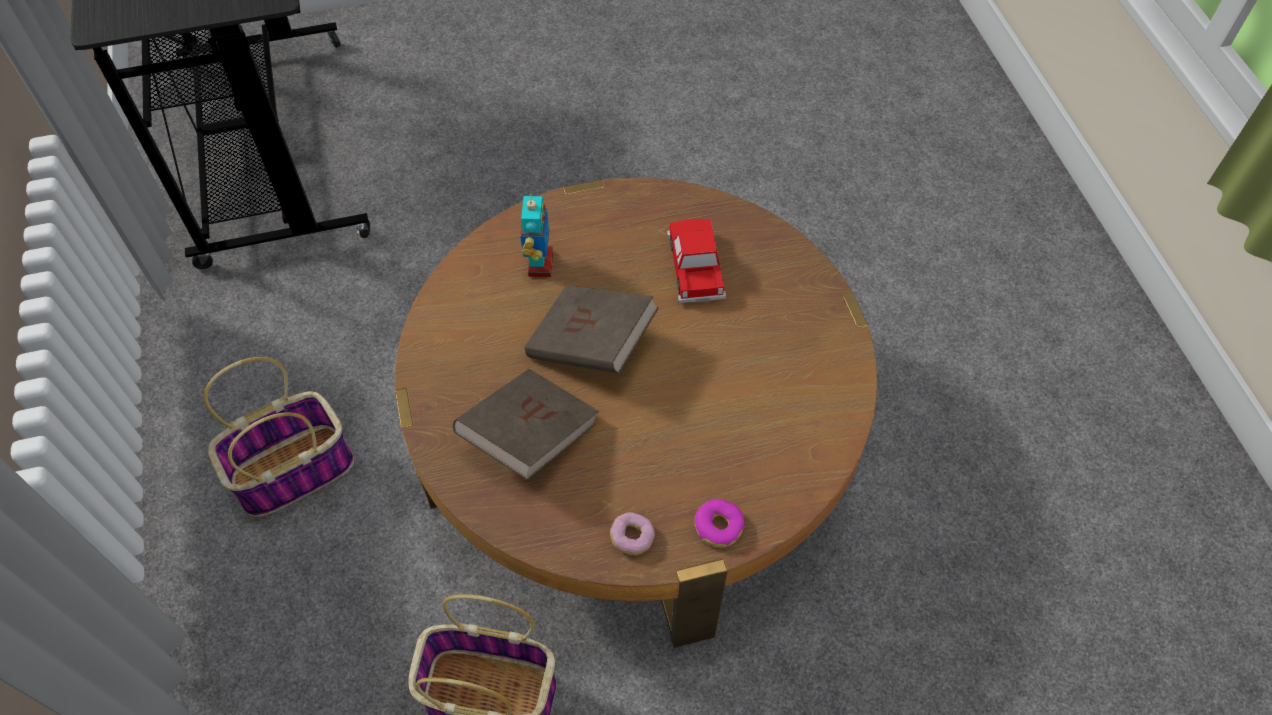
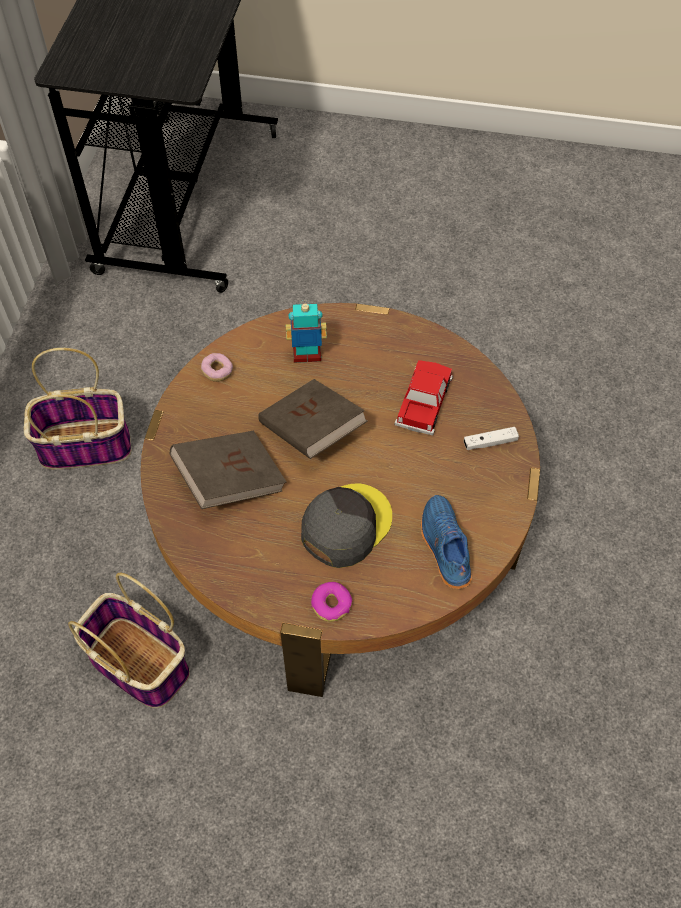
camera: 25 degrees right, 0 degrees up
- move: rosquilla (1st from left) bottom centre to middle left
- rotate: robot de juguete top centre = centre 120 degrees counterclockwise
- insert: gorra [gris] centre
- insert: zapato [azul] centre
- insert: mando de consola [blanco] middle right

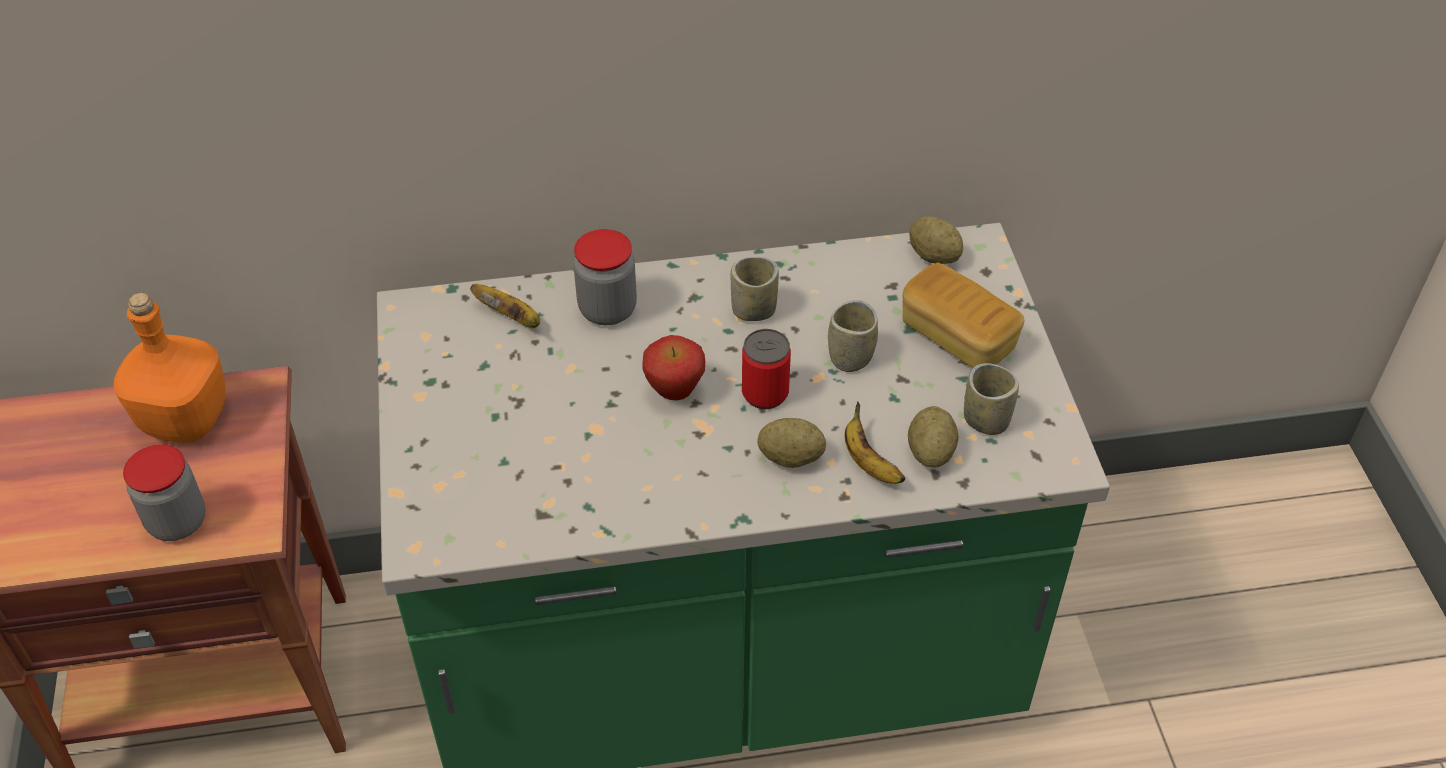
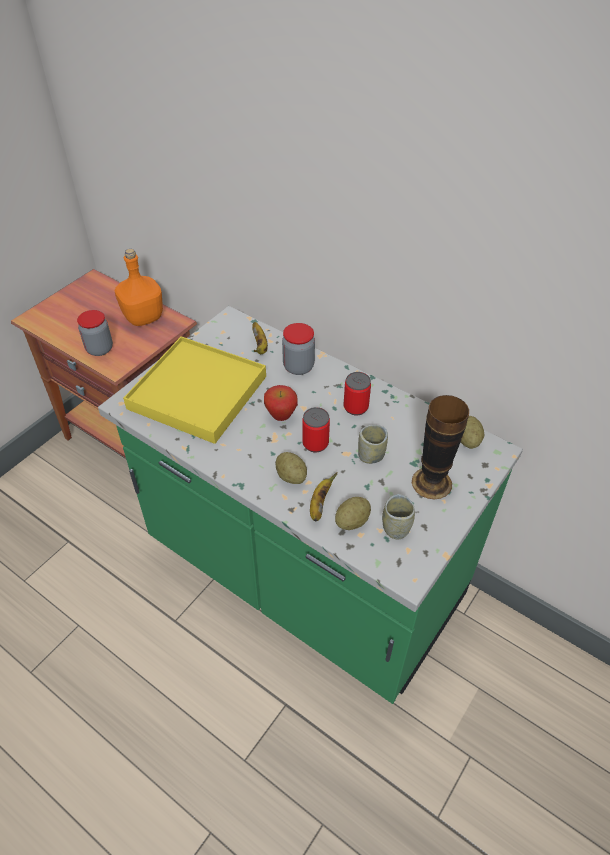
camera: 45 degrees right, 0 degrees up
- insert: bandeja [amarillo] middle left
- replace: taza (1st from left) centre to lata (2nd from left) centre
- replace: pan centre to florero middle right

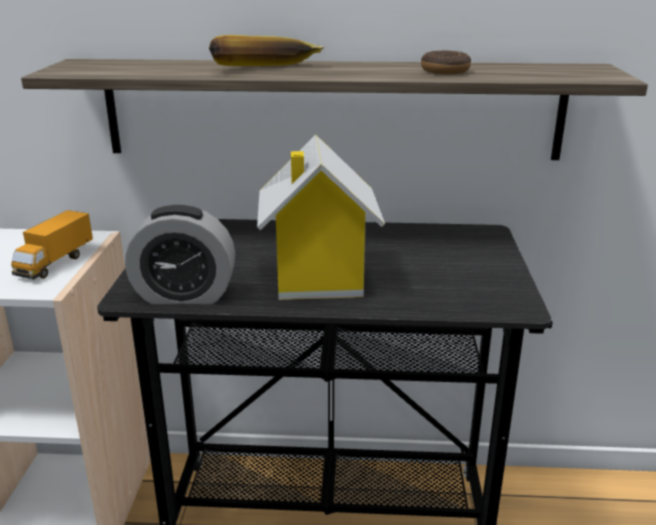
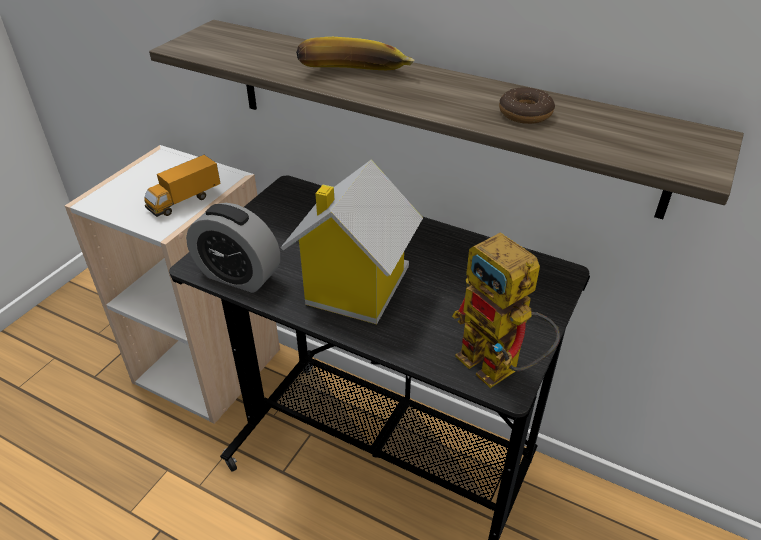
camera: 25 degrees right, 15 degrees up
- insert: robot de juguete centre

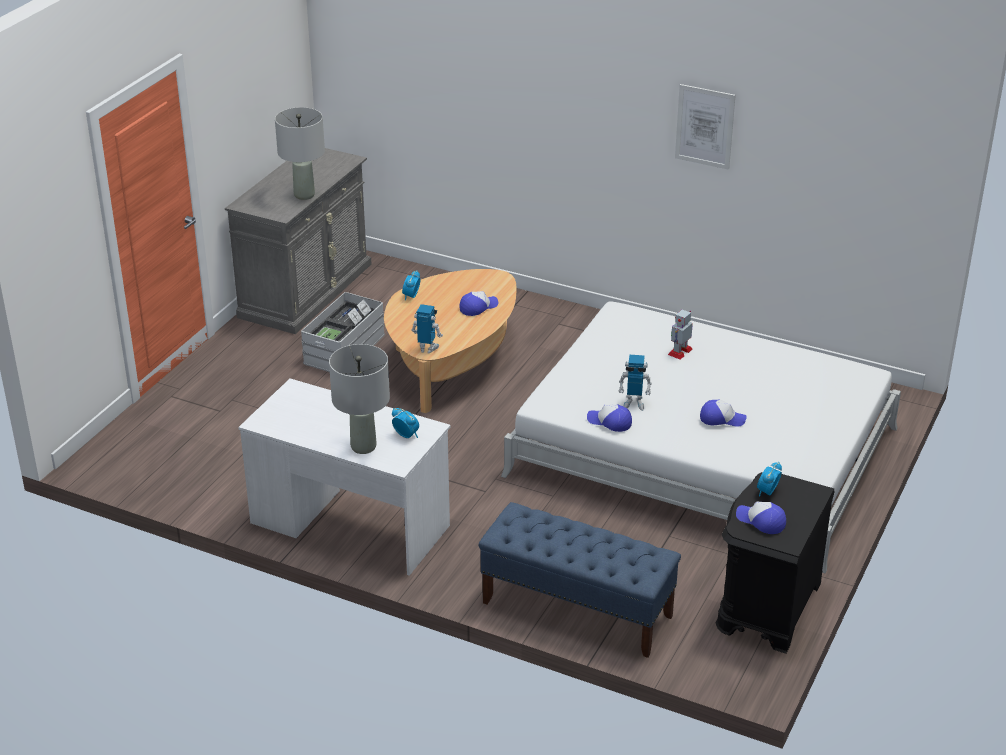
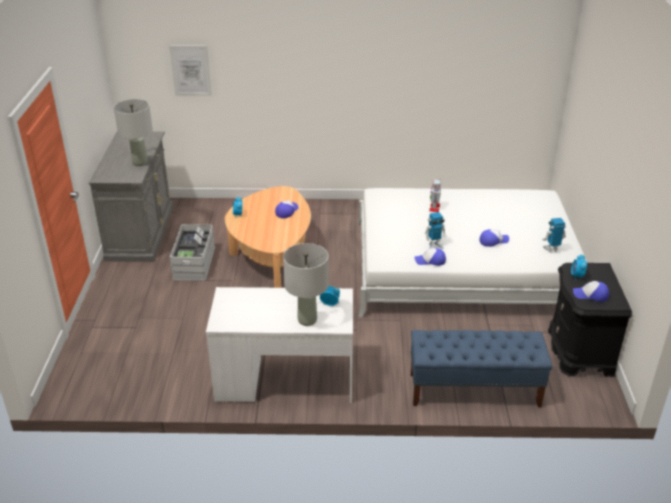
camera: 25 degrees left, 0 degrees up
- move: cuadro top right to top left
- move: robot de juguete (1st from left in the first image) centre to robot de juguete (3rd from left) middle right

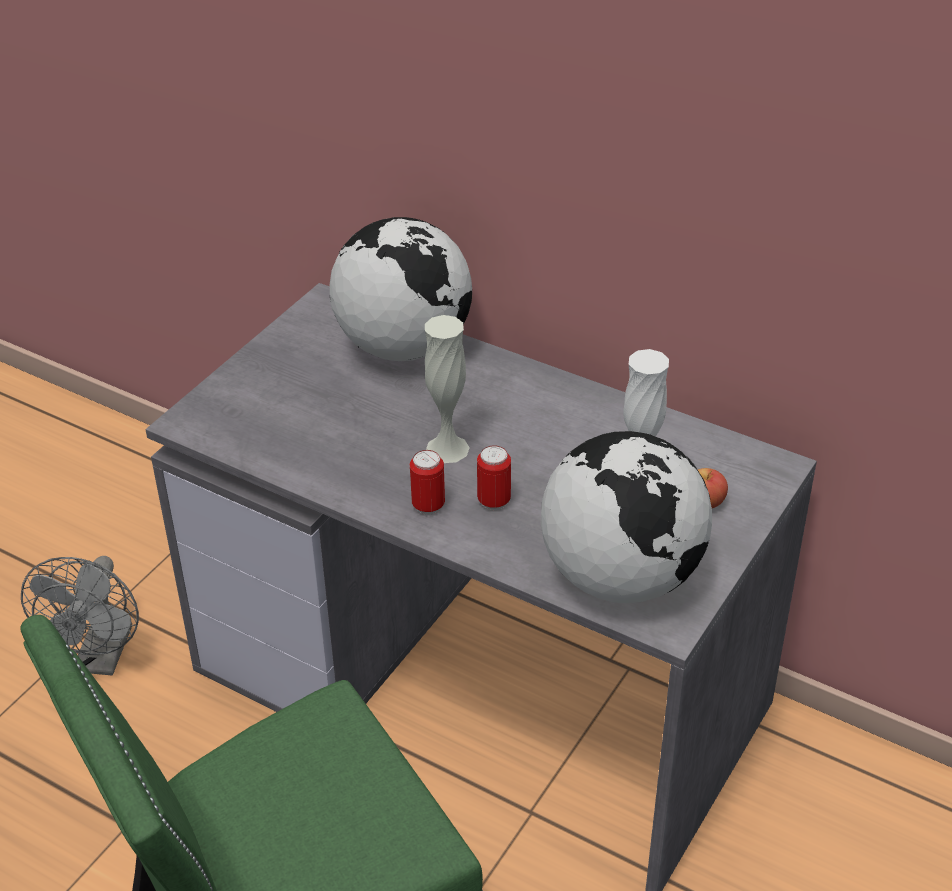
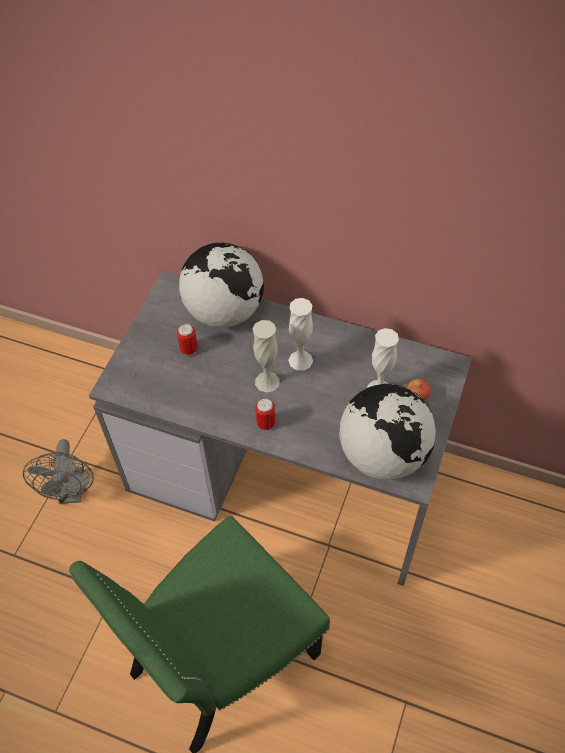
camera: 10 degrees left, 15 degrees up
- move: lata (2nd from left in the first image) centre to lata (1st from left) middle left
- insert: florero [blanco] (2nd from left) centre

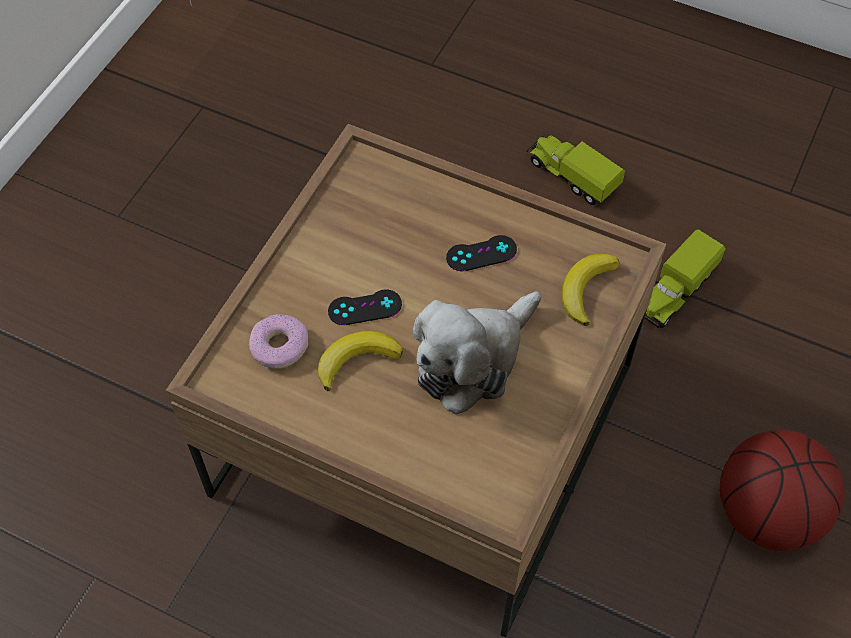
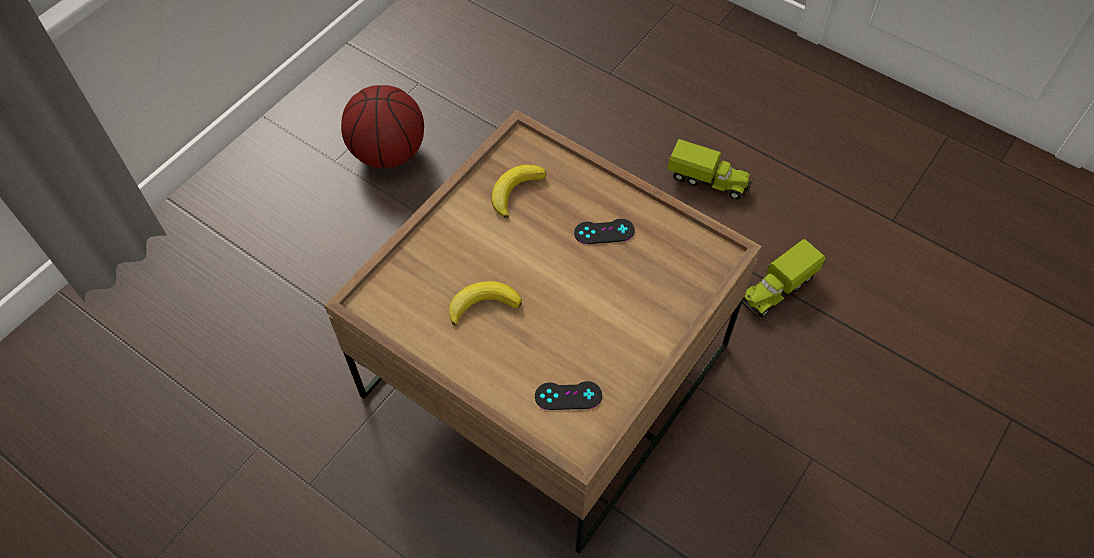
camera: 10 degrees right, 0 degrees up
- move: balón de baloncesto bottom right to top centre
- move: plátano (2nd from left) middle right to centre
- move: mando de consola [negro] (1st from left) centre to bottom centre
- rotate: camión de juguete (1st from left) top right = top centre 150 degrees clockwise
- delete: rosquilla middle left
- delete: peluche centre

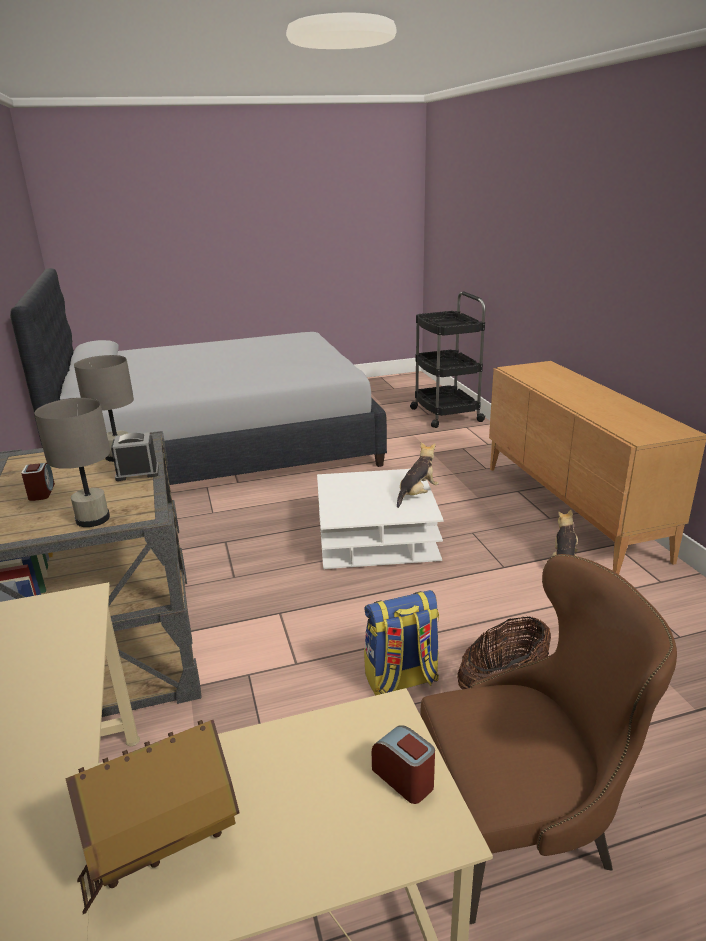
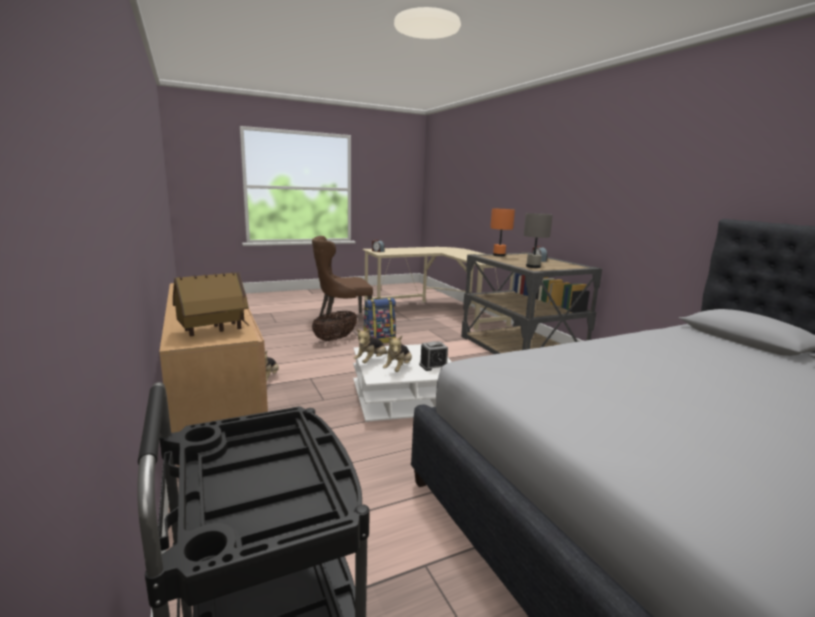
camera: 170 degrees right, 10 degrees down
- move: casita bottom left to middle left
- insert: peluche (3rd from left) centre
- move: despertador (2nd from left) middle left to centre
- recolor: lámpara de mesa [gris] (1st from left) middle left to lámpara de mesa [naranja] centre

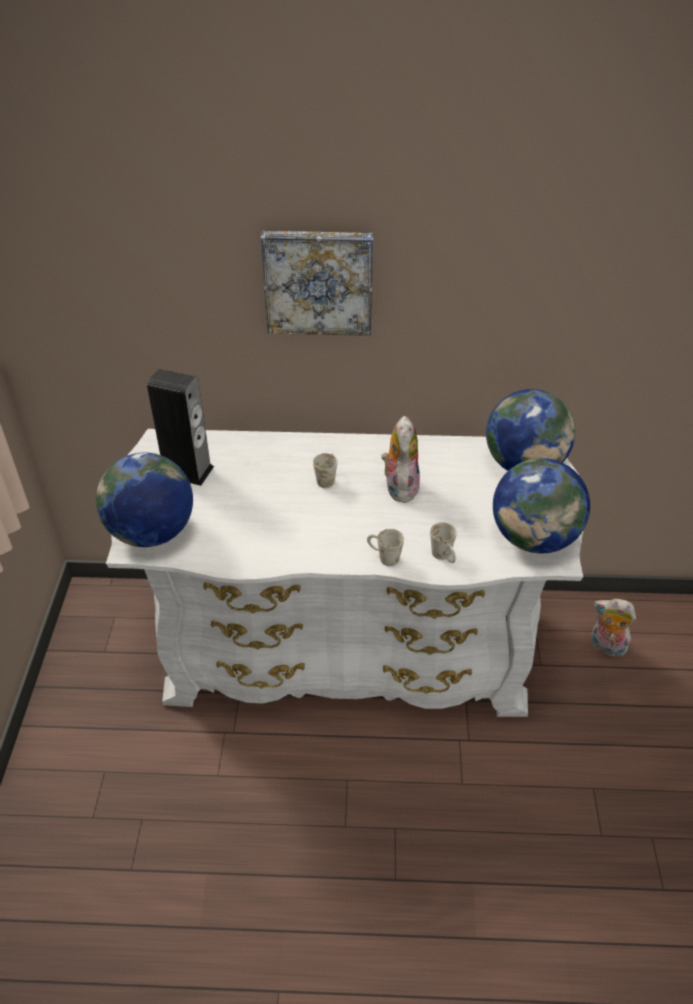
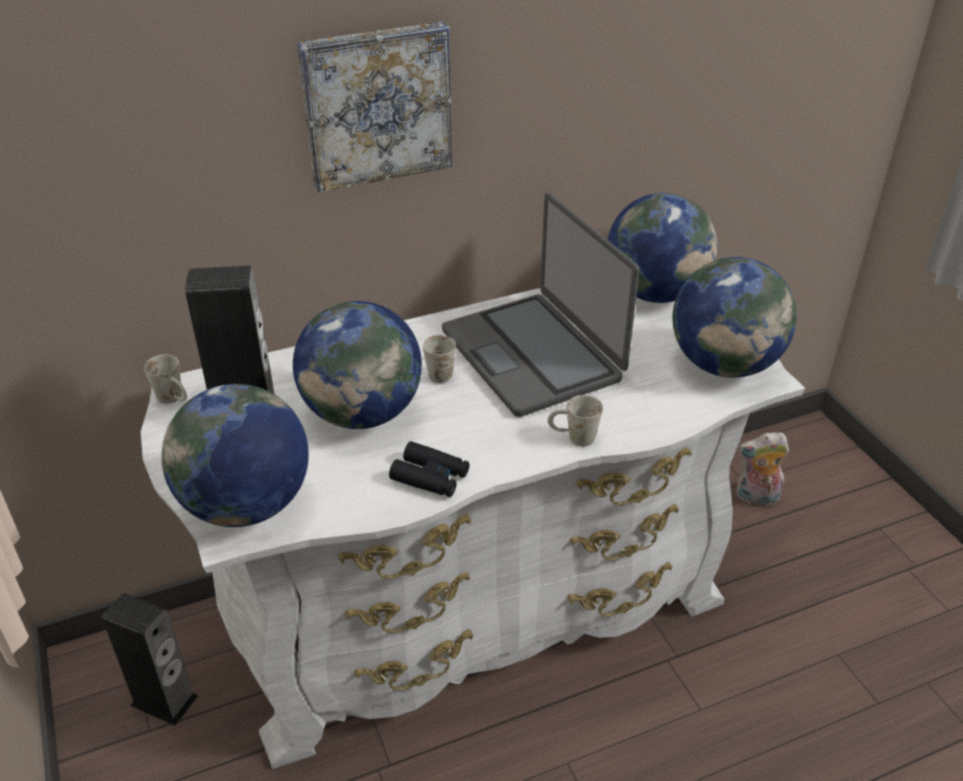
camera: 25 degrees left, 5 degrees down
- insert: altavoz (1st from left) bottom left
- move: taza grande [blanco] (3rd from left in the first image) centre to taza grande [blanco] (1st from left) middle left
- insert: globo terráqueo (2nd from left) centre
- insert: prismáticos [negro] centre
- replace: peluche (1st from left) centre to portátil centre

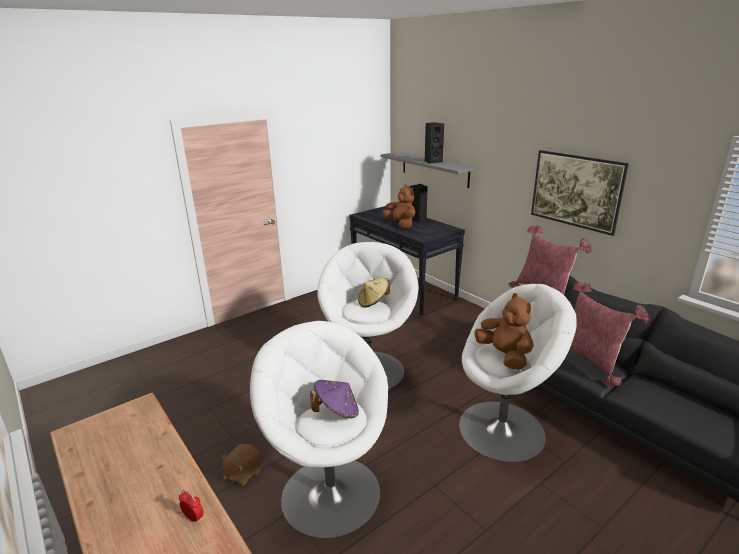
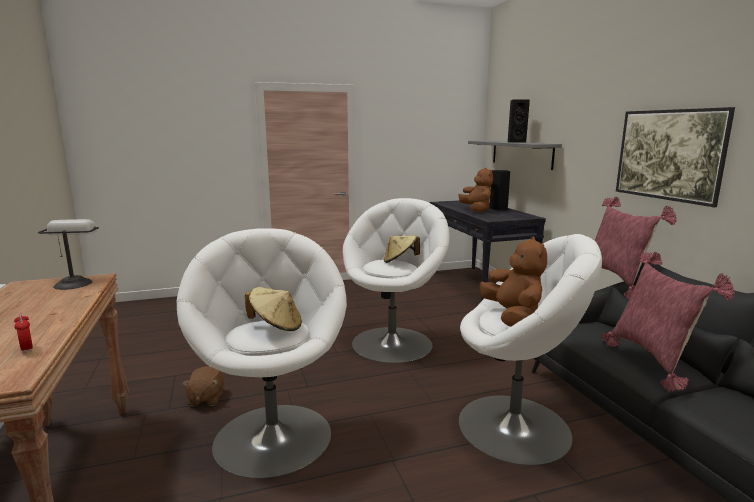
camera: 20 degrees right, 10 degrees down
- insert: lámpara de mesa middle left
- rotate: peluche [marrón] (1st from left) bottom left = bottom left 60 degrees counterclockwise
- recolor: sombrero [morado] bottom centre to sombrero [beis] (1st from left) centre

